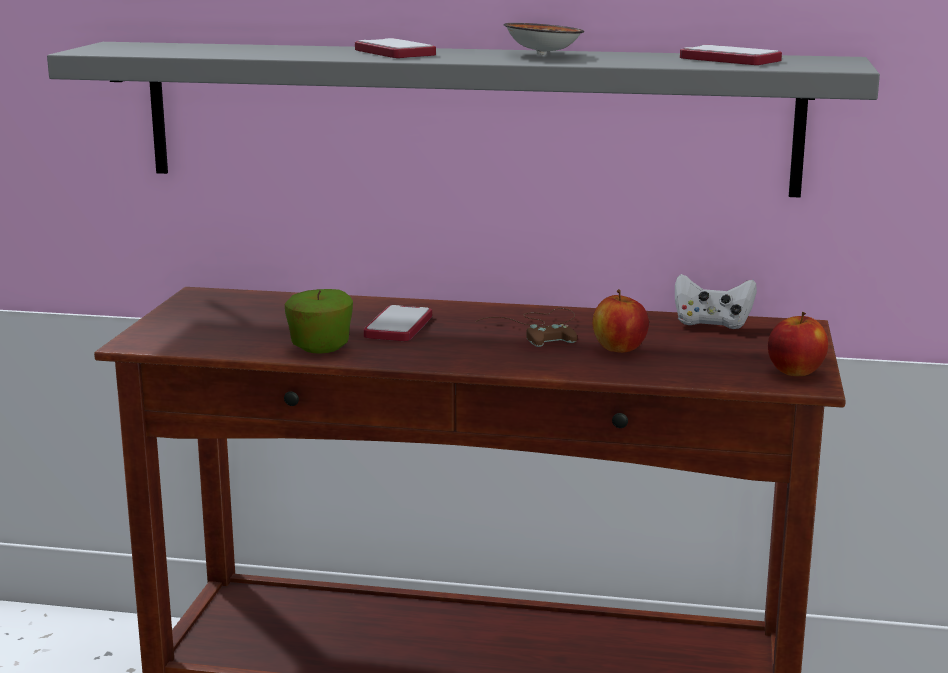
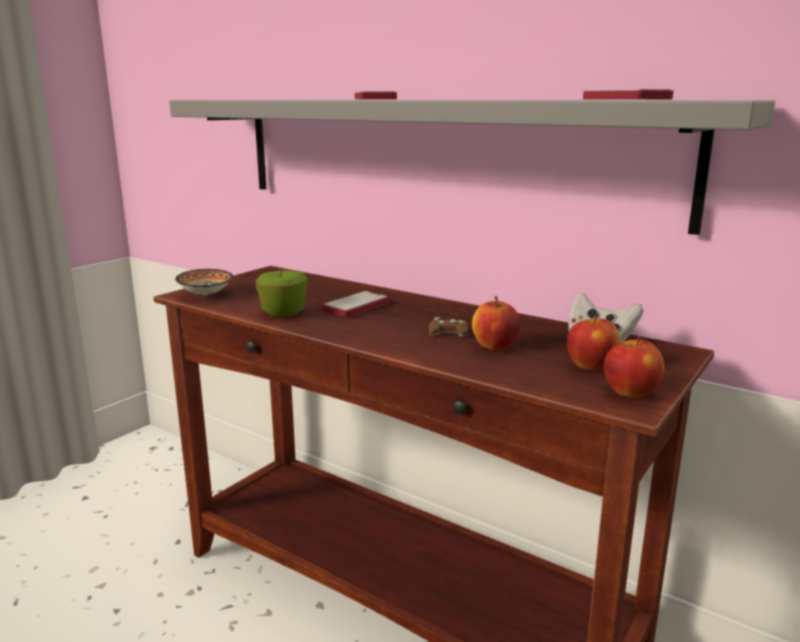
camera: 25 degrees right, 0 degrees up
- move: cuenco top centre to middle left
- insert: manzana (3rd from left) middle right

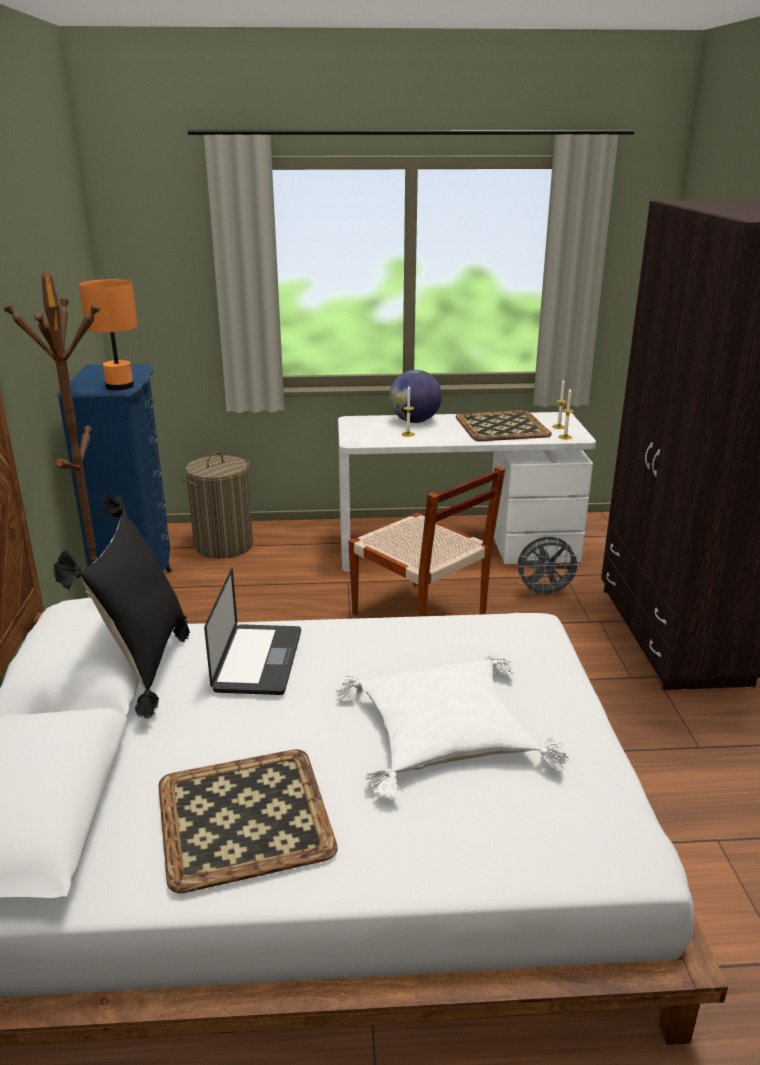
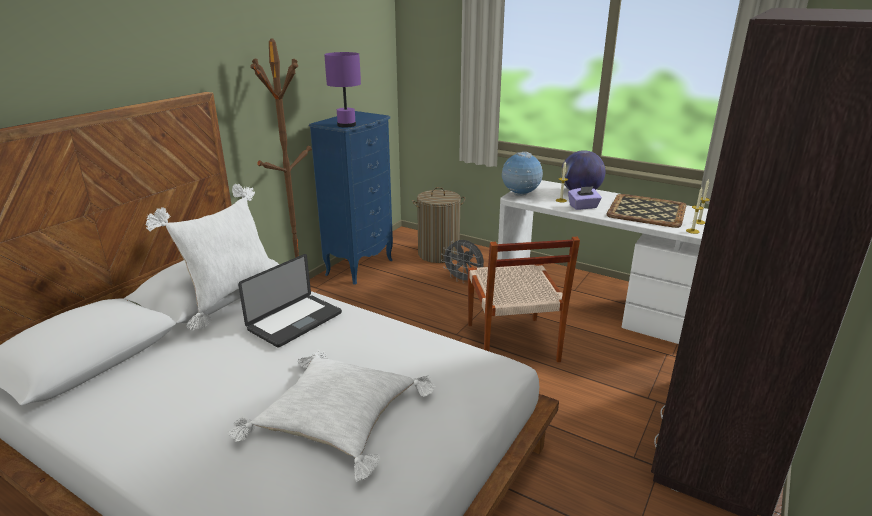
camera: 35 degrees right, 0 degrees up
- recolor: cojín [negro] middle left to cojín [blanco] (1st from left) middle left
- recolor: lámpara de mesa [naranja] top left to lámpara de mesa [morado] top centre
- move: ventilador [gris] middle right to centre
- insert: globo terráqueo (1st from left) centre
- insert: caja de pañuelos [morado] middle right
- delete: bandeja (1st from left) bottom left

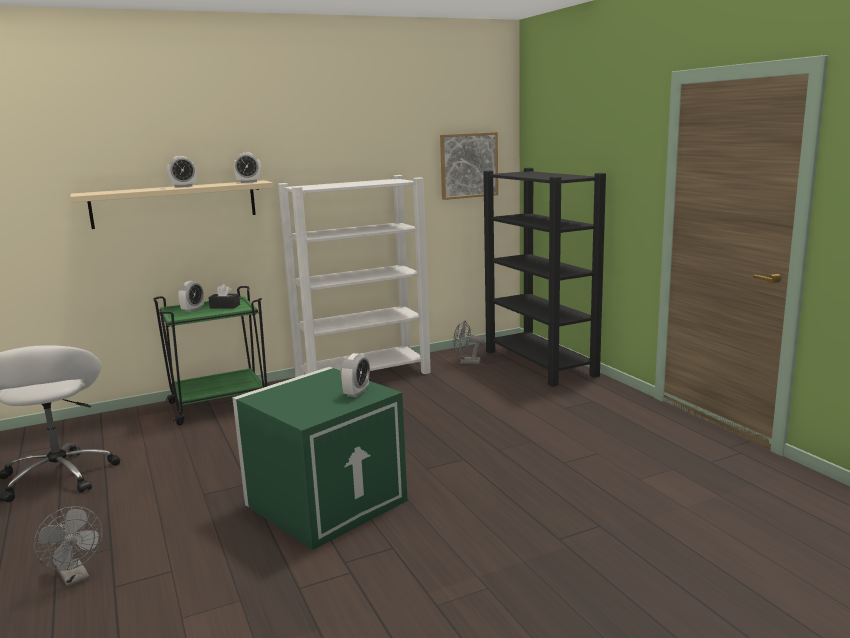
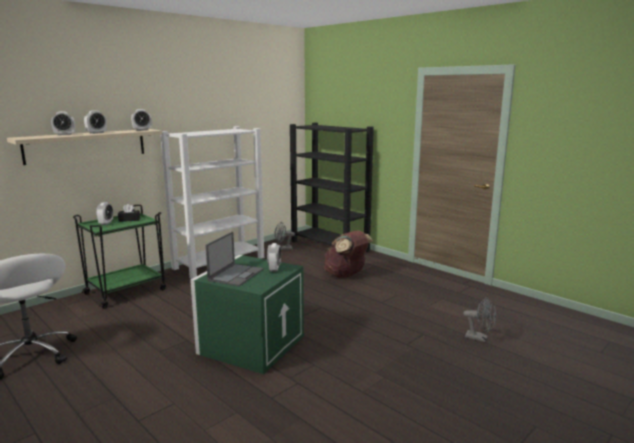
camera: 20 degrees left, 0 degrees up
- insert: despertador (1st from left) top left
- insert: portátil centre
- insert: mochila [marrón] centre
- move: ventilador [gris] (1st from left in the first image) bottom left to ventilador [gris] (2nd from left) bottom right
- delete: cuadro top centre

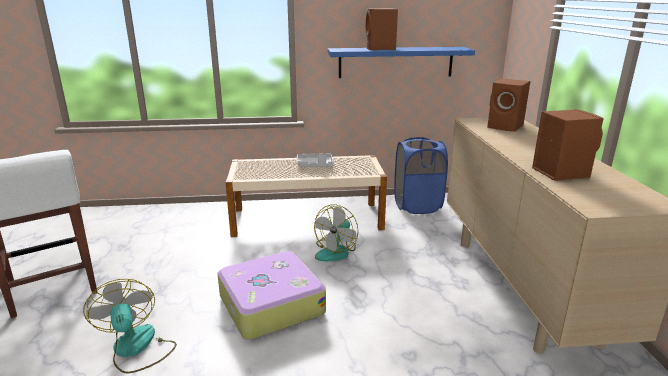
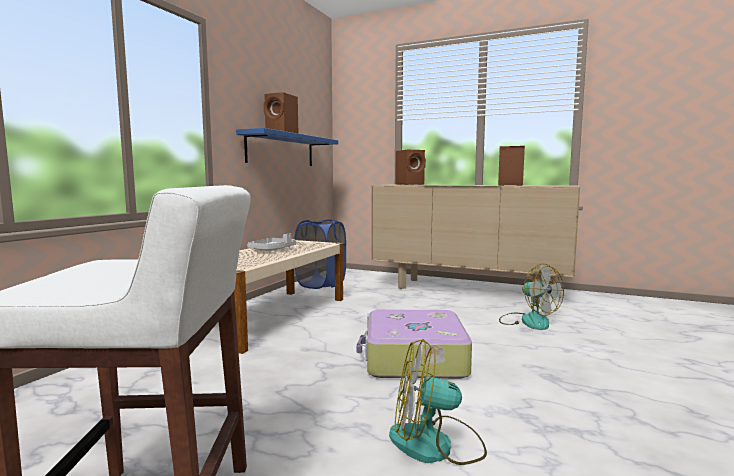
camera: 60 degrees left, 15 degrees down
- move: ventilador (2nd from left) centre to middle right

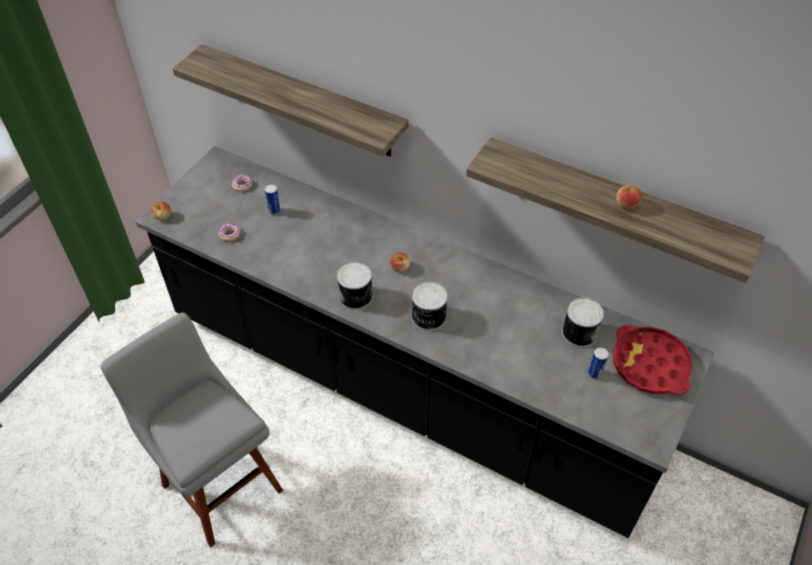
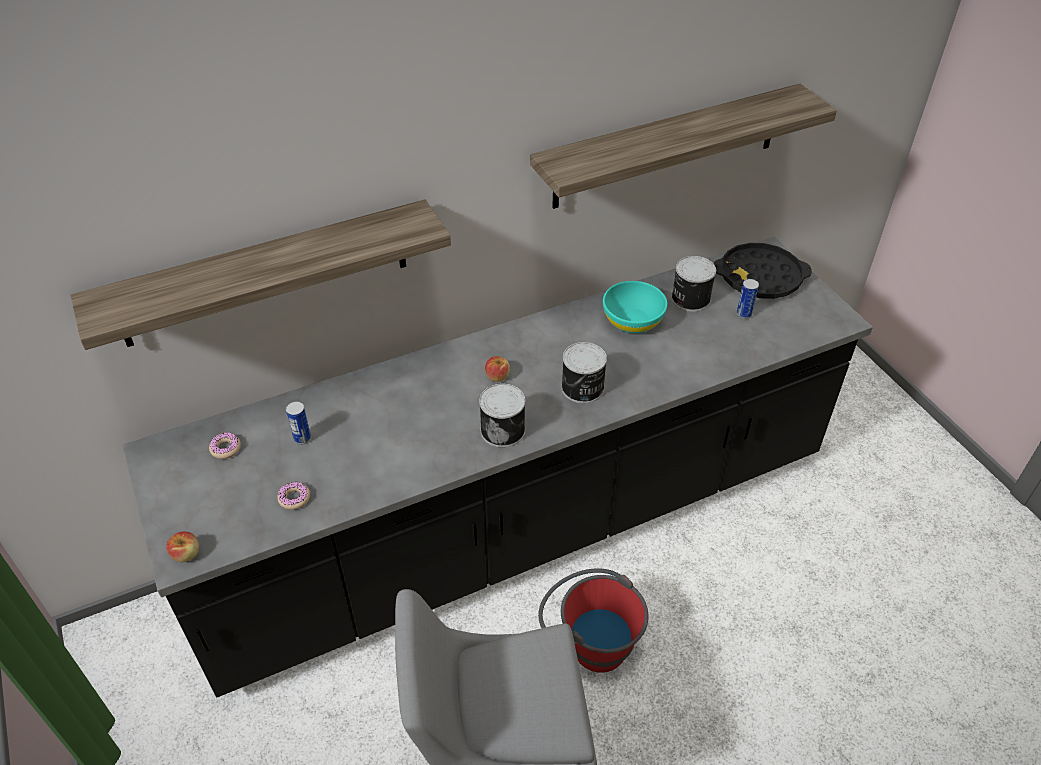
camera: 55 degrees left, 5 degrees down
- insert: cubo [rojo] bottom centre
- insert: cuenco [turquesa] centre
- recolor: bandeja [rojo] middle right to bandeja [negro] middle right
- delete: manzana (3rd from left) middle right

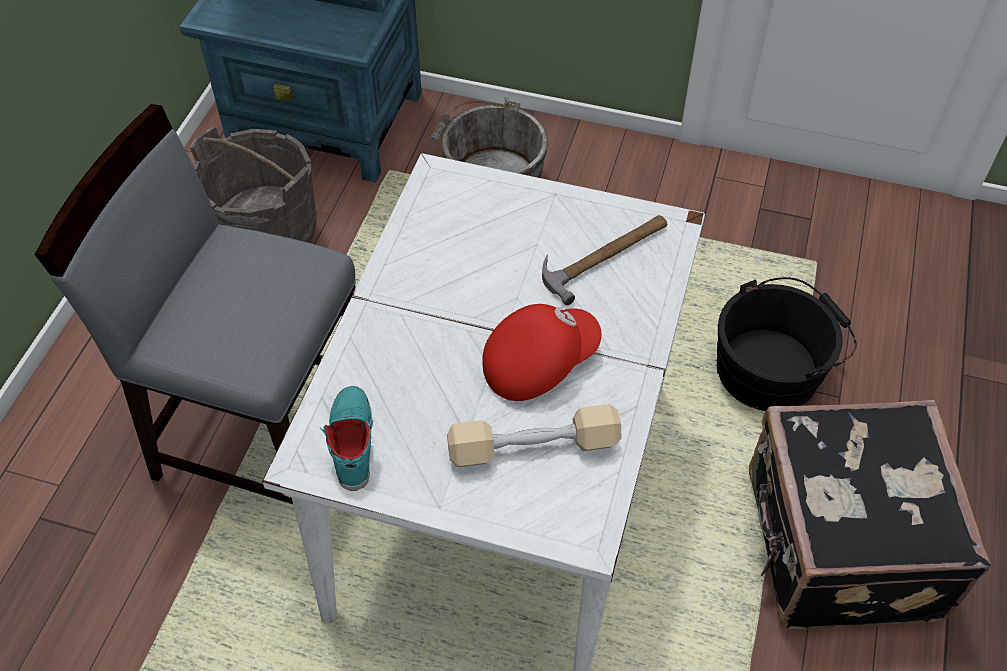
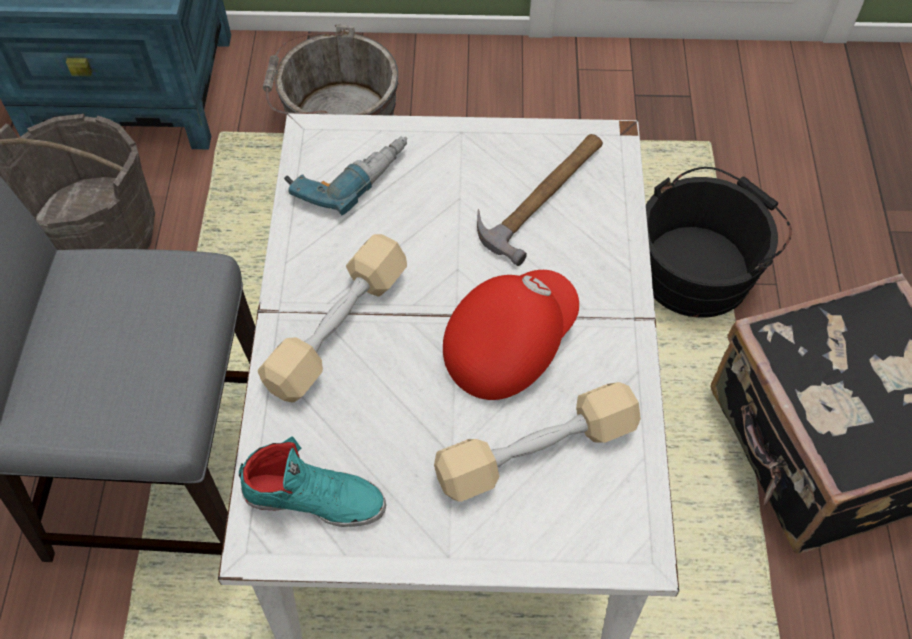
camera: 15 degrees left, 5 degrees up
- rotate: zapato [turquesa] centre = bottom centre 120 degrees clockwise
- insert: mancuerna [beis] (1st from left) centre
- insert: taladro top centre

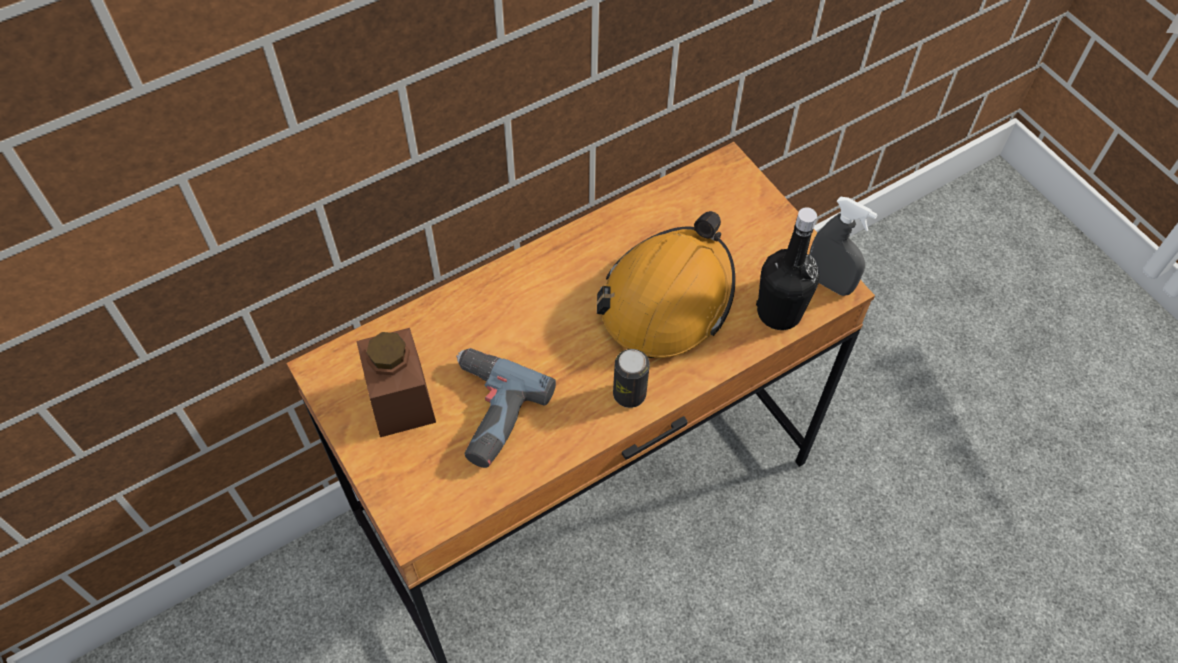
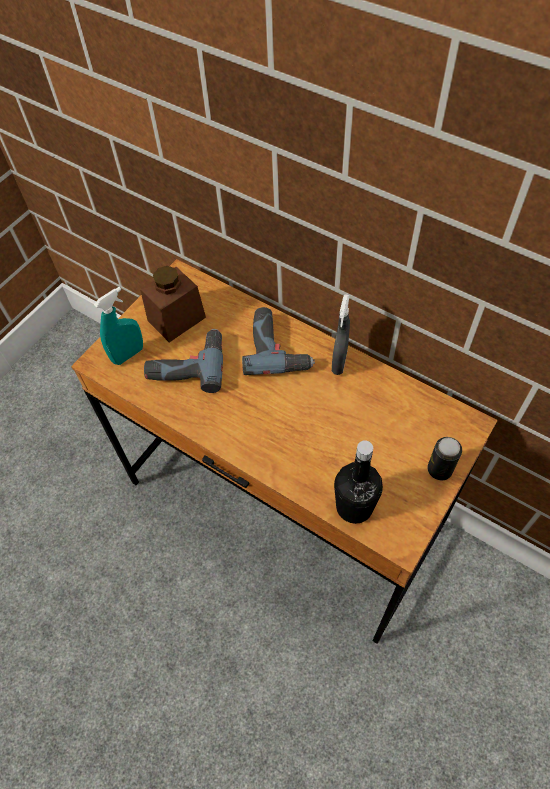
camera: 70 degrees right, 0 degrees up
- insert: pulverizador [turquesa] middle left
- insert: taladro (2nd from left) centre
- move: pulverizador [gris] middle right to centre
- move: lata centre to middle right
- delete: casco [naranja] centre

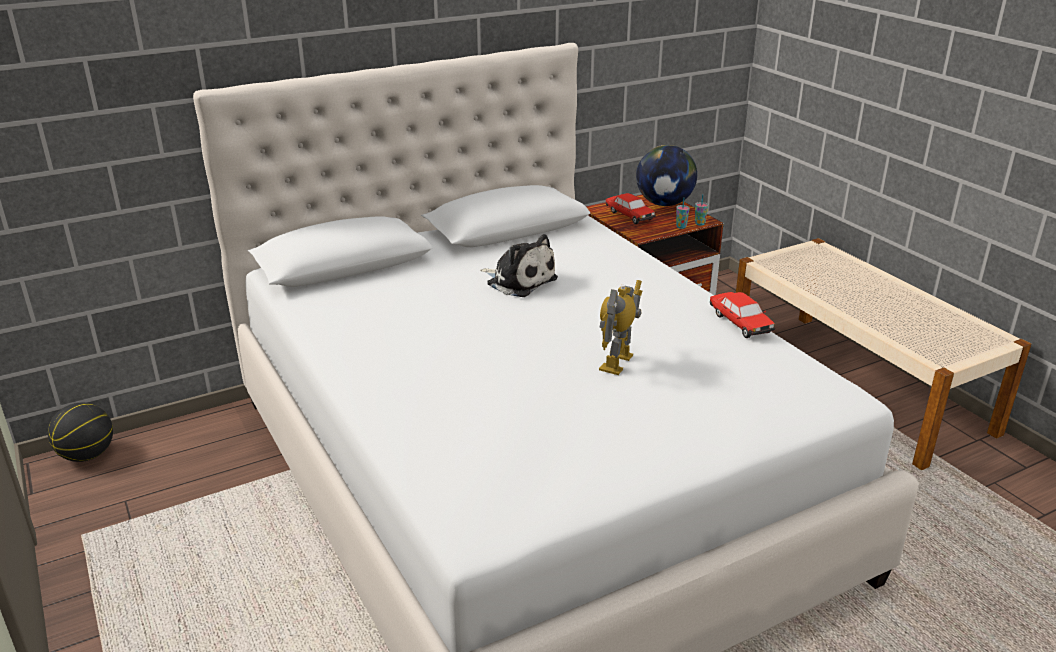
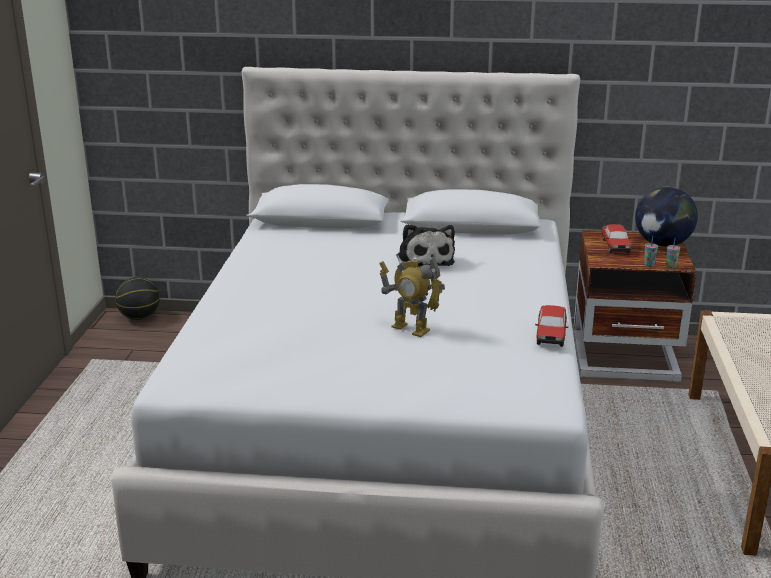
camera: 35 degrees right, 5 degrees down
- rotate: robot de juguete centre = centre 120 degrees counterclockwise

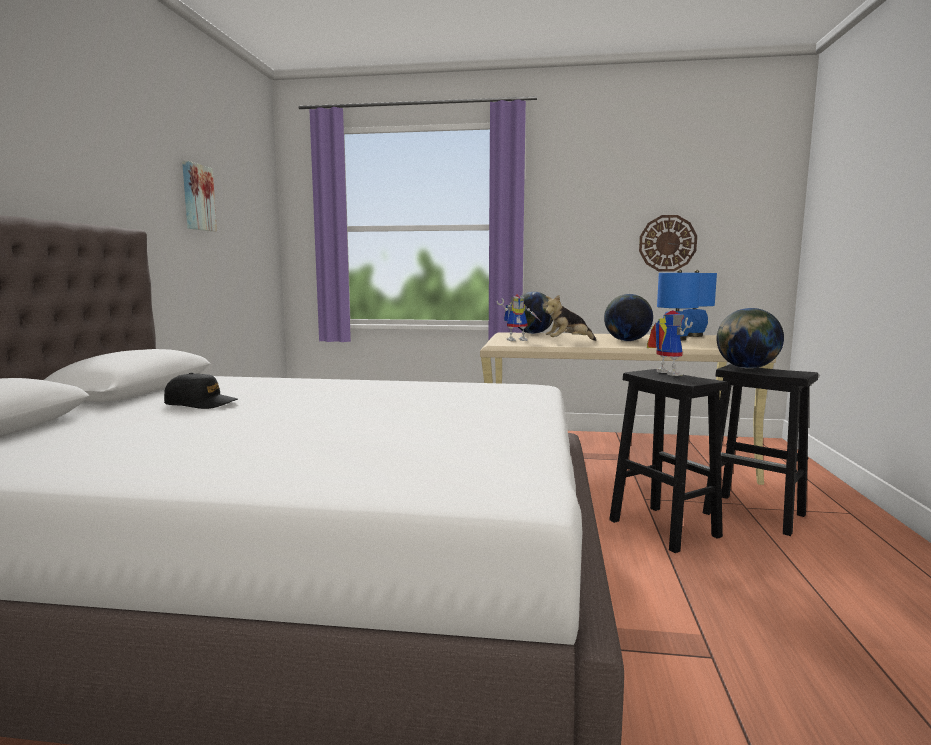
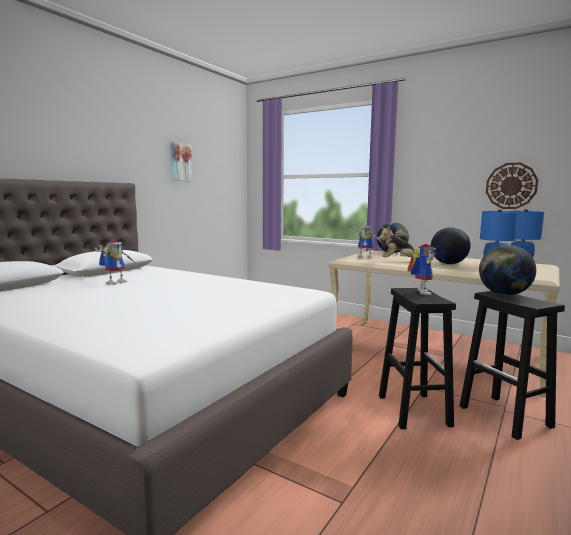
camera: 25 degrees right, 0 degrees up
- replace: gorra [negro] middle left to robot de juguete (1st from left) middle left

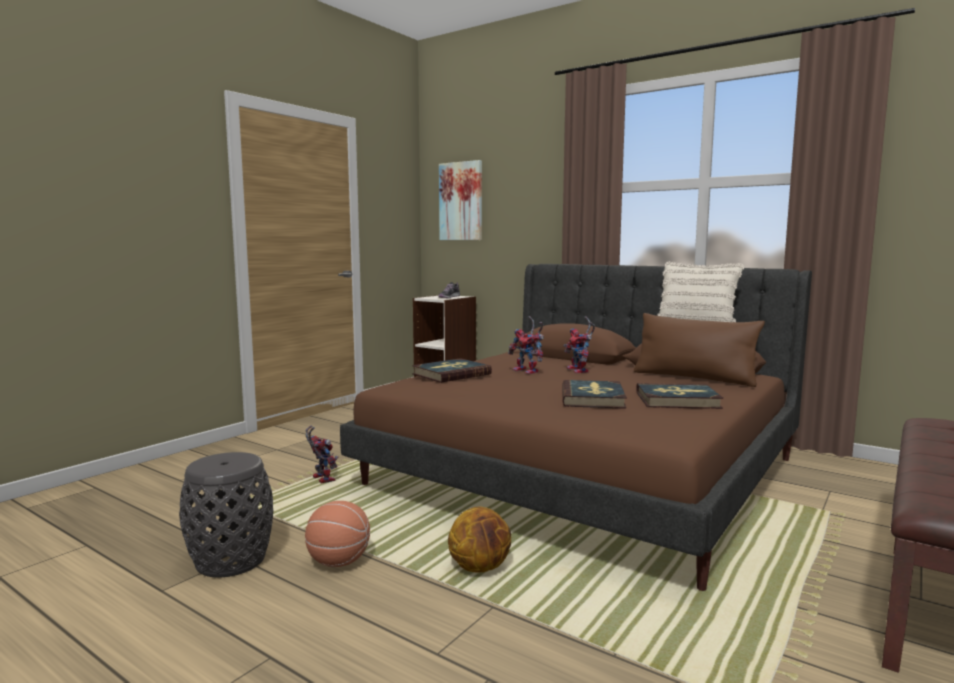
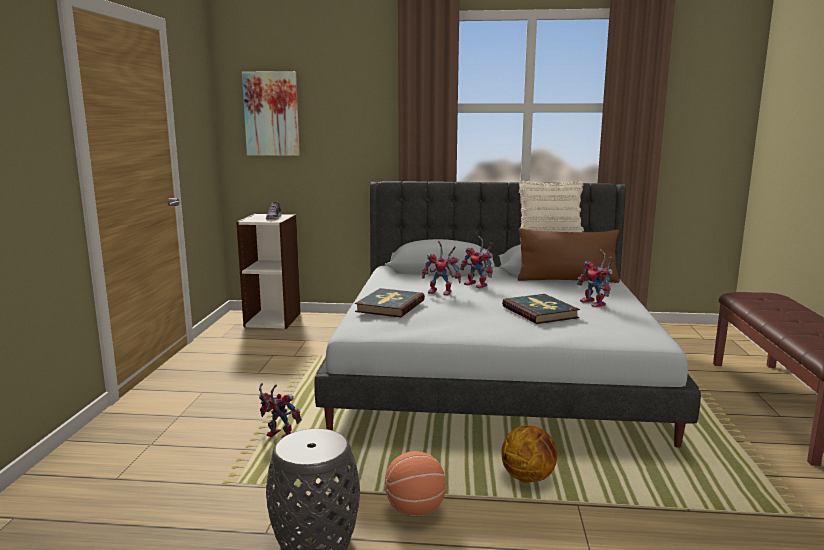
camera: 30 degrees left, 5 degrees up
- recolor: cama [marrón] centre to cama [gris] centre
- replace: libro (3rd from left) middle right to robot de juguete (4th from left) middle right

